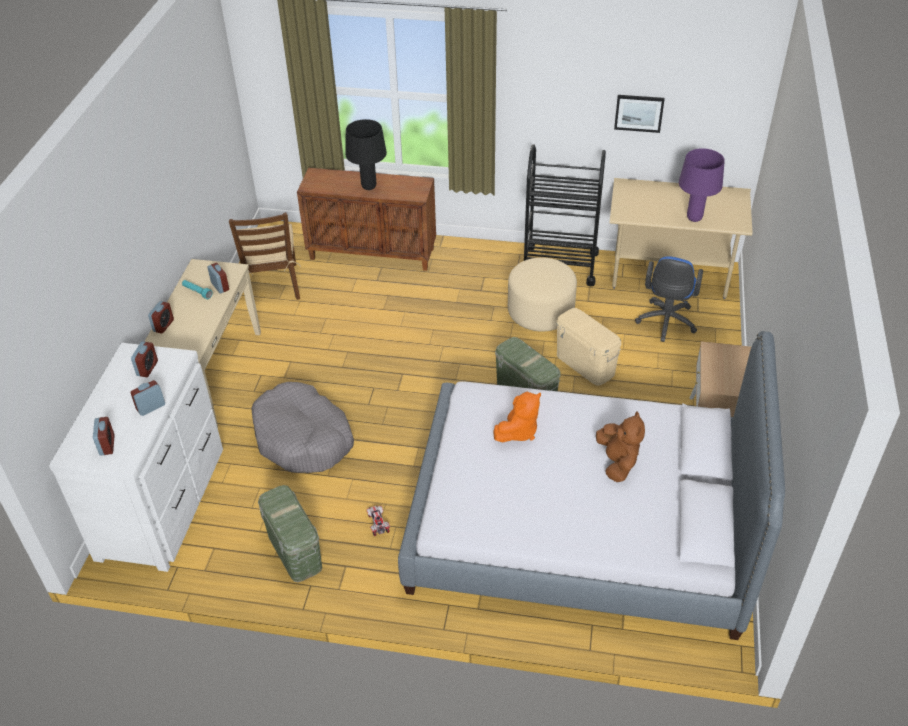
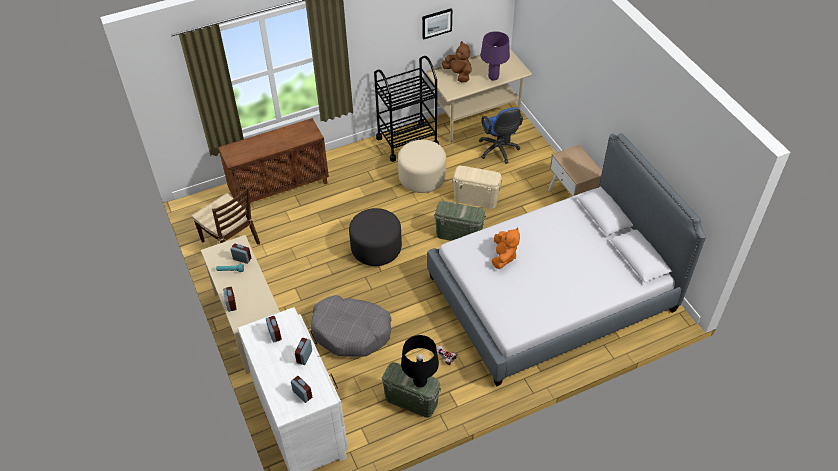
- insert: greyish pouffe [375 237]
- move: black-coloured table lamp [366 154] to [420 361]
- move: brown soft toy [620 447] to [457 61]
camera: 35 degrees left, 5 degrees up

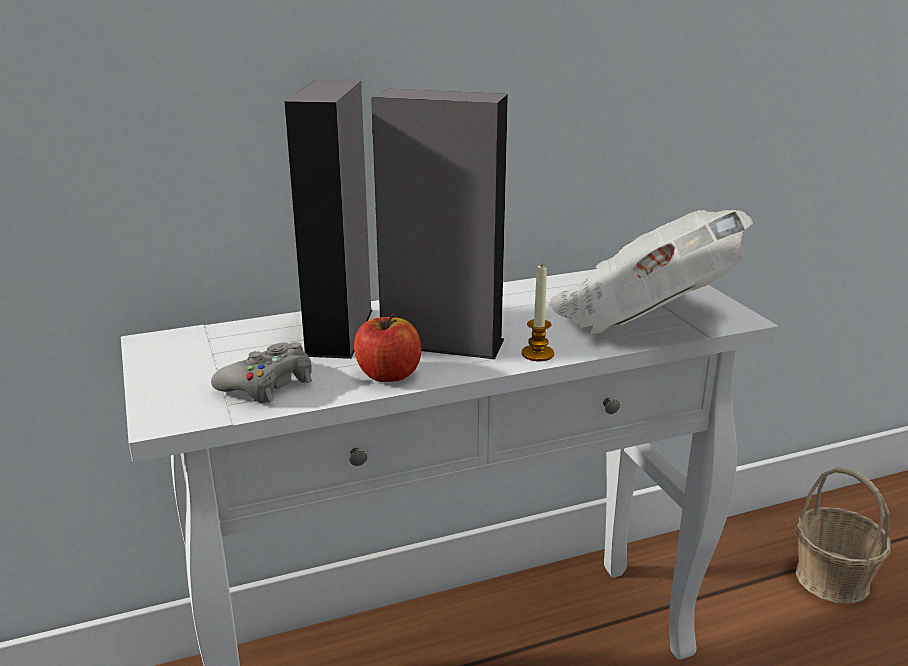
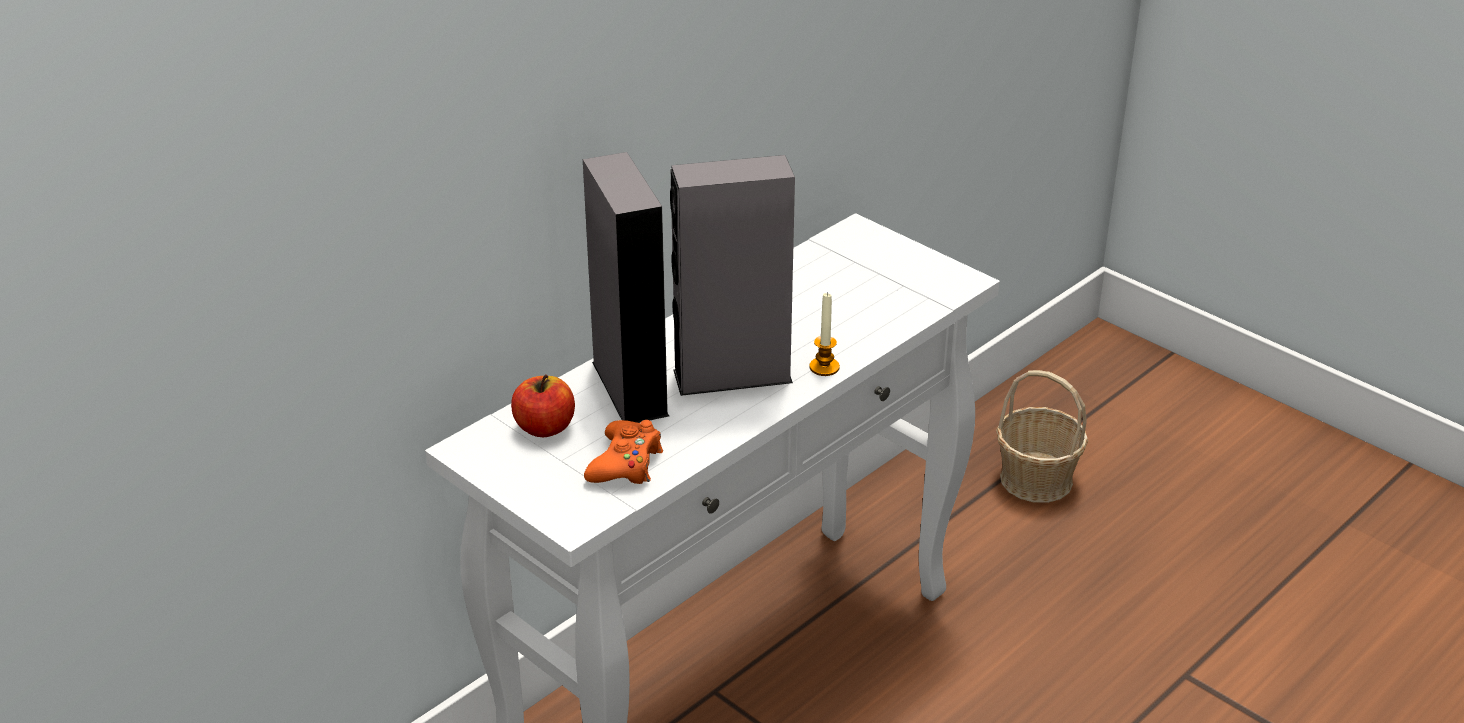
- delete: newspaper [651 272]
- move: apple [388 347] to [543 405]
- recolor: greyish gamepad [261 372] to orangey gamepad [623 452]
camera: 25 degrees left, 10 degrees up

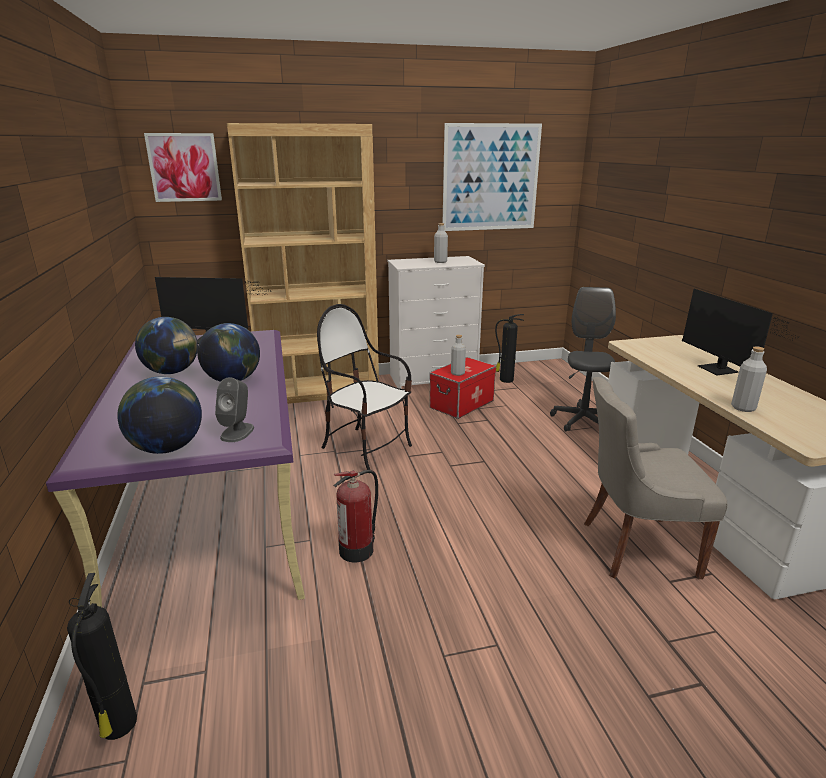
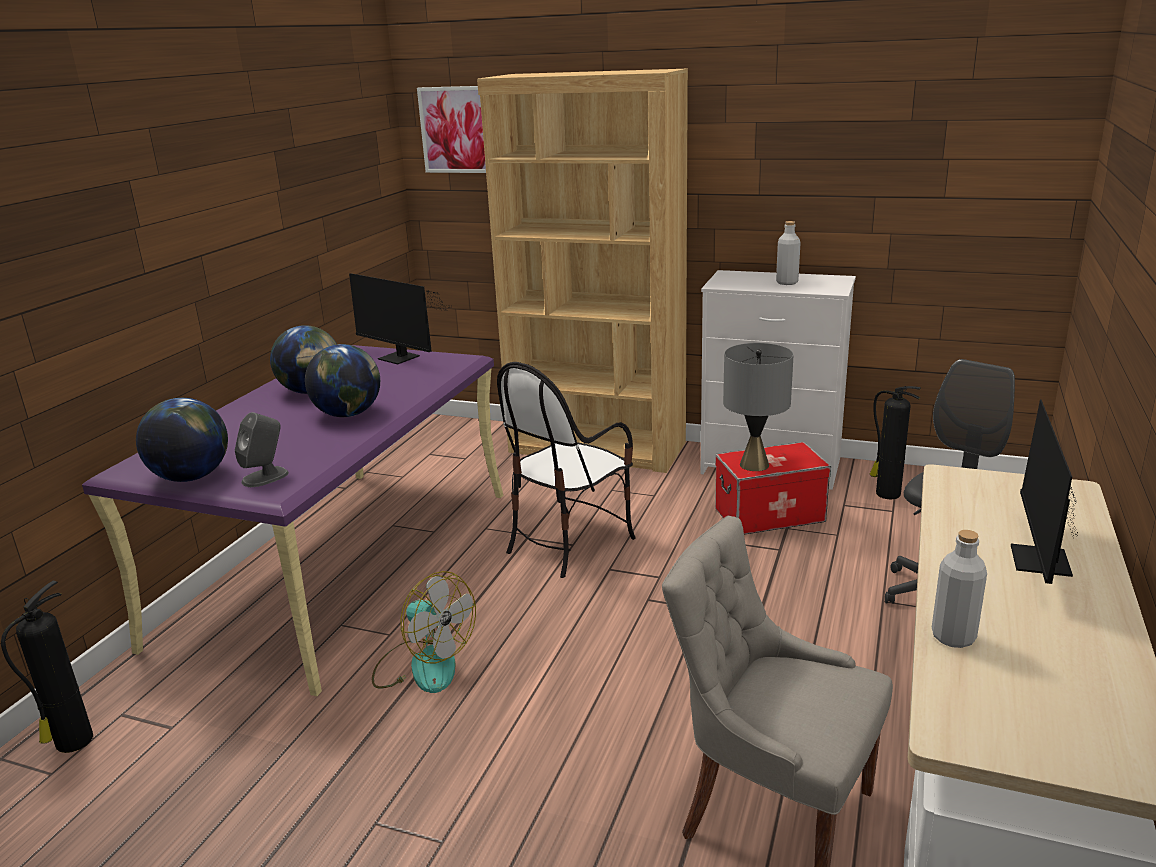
- delete: picture [492 177]
- replace: fire-fighting cylinder [356 516] to fan [424 632]
- replace: greyish drink bottle [458 355] to greyish table lamp [758 407]
- rotate: upright chair [364 387] = [566 470] 120 degrees counterclockwise
camera: 35 degrees right, 0 degrees up

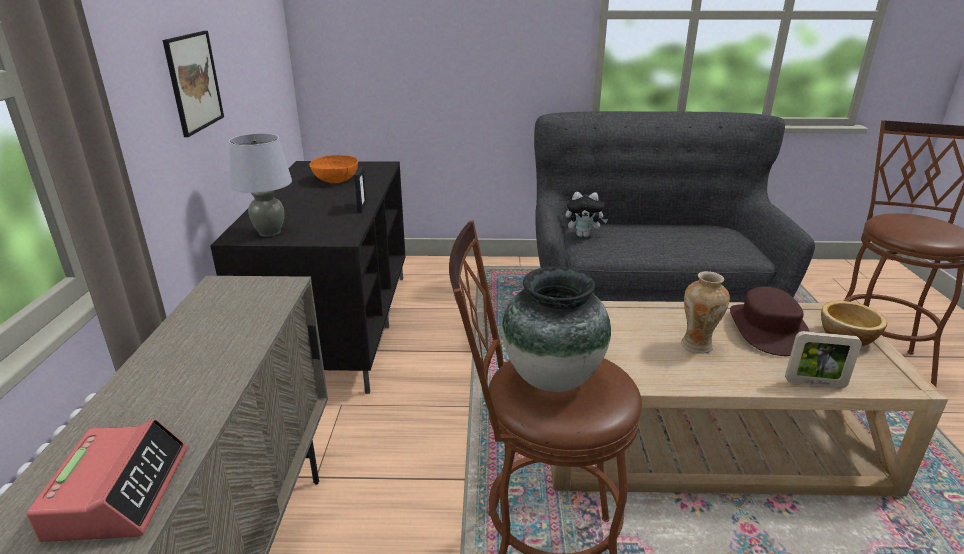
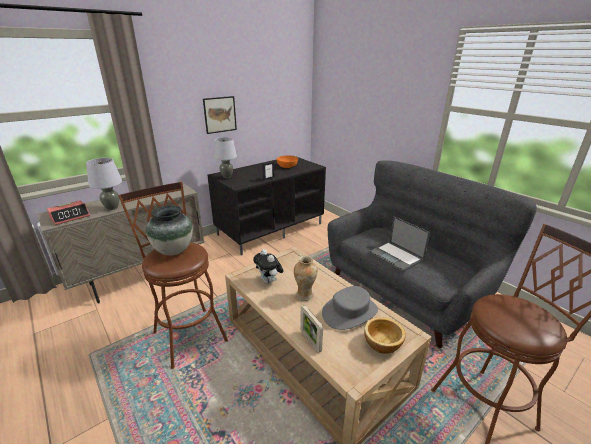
- insert: greyish table lamp [104 184]
- insert: portable computer [399 244]
- move: soft toy [587 214] to [268 266]
- recolor: brown clothing hat [770 321] to greyish clothing hat [350 308]
camera: 50 degrees right, 0 degrees up

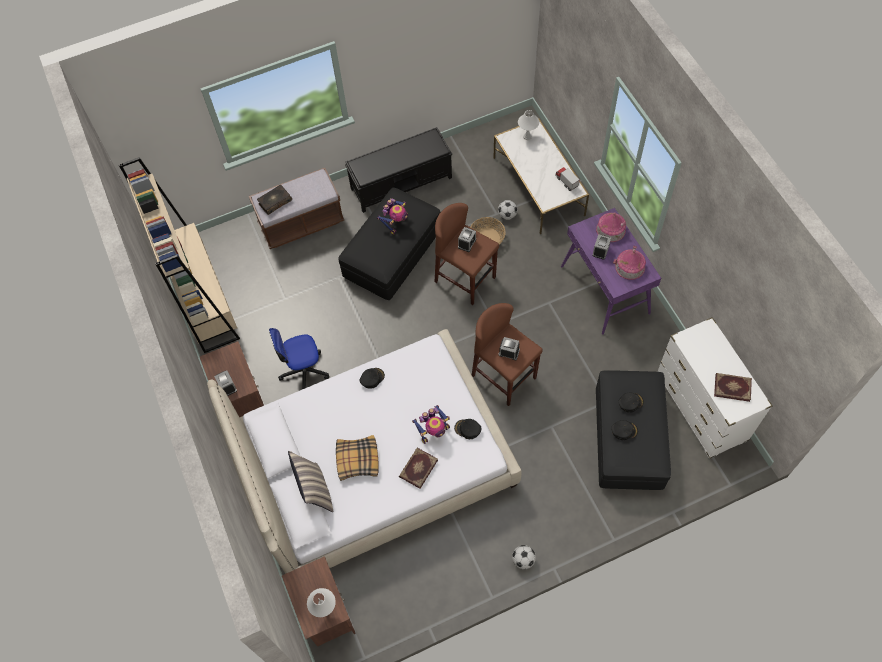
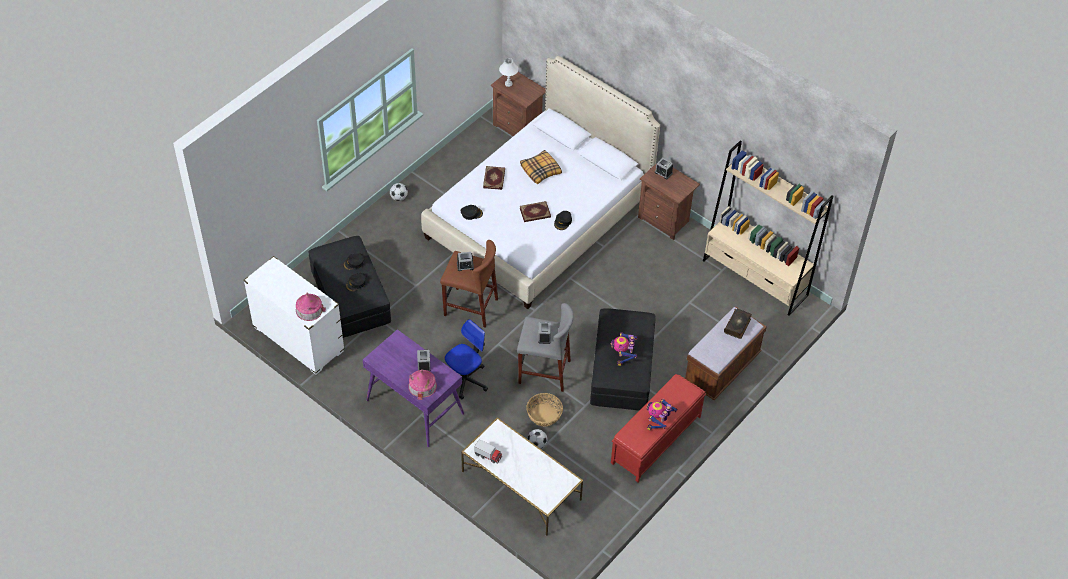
- delete: pillow [310 481]
- delete: white table lamp [528 125]
- move: computer chair [299 358] to [466 359]
- move: model robot [431 424] to [662 414]
- move: miniature house [629 263] to [311 306]
- move: bound book [733 387] to [535 211]
- recolor: black-coloured indoor bench [398 170] to red-coloured indoor bench [658 428]
- recolor: brown stool [467 254] to greyish stool [545 347]
camera: 150 degrees right, 10 degrees down

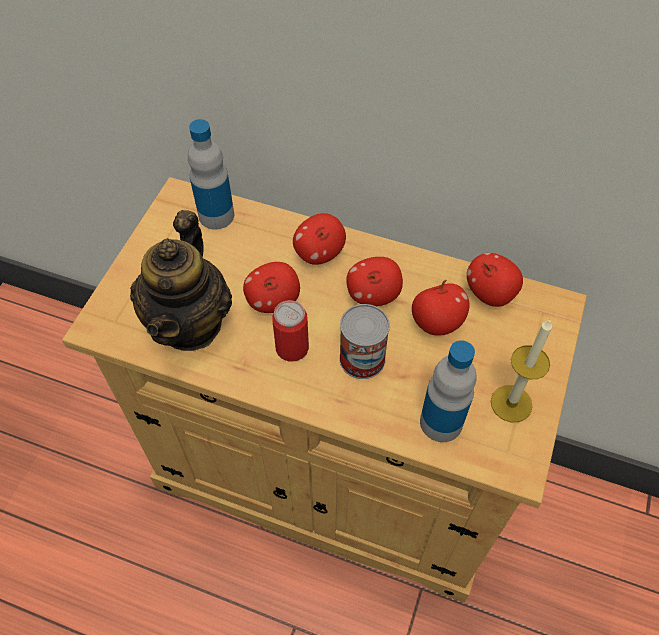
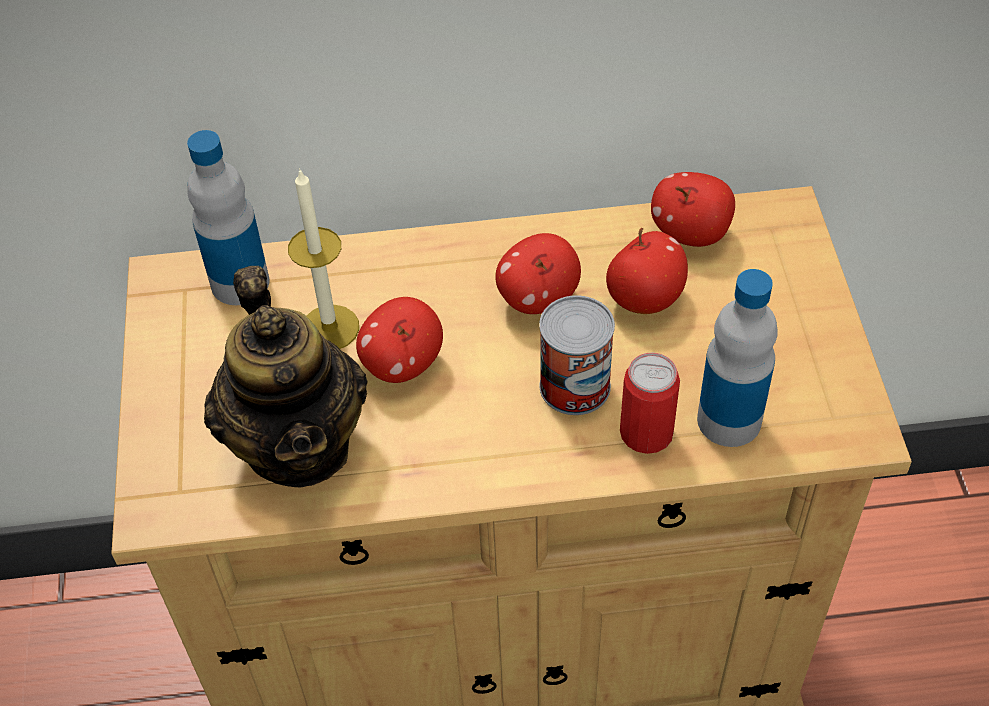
- delete: apple [319 239]
- move: sealed can [290 331] to [650 403]
- move: wax candle [521 371] to [323 258]
camera: 25 degrees left, 5 degrees down

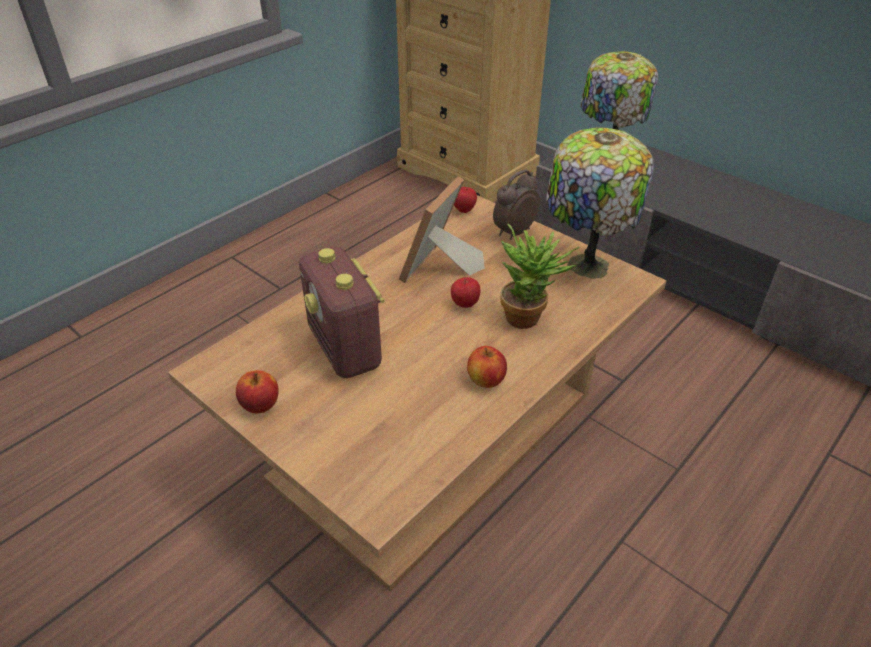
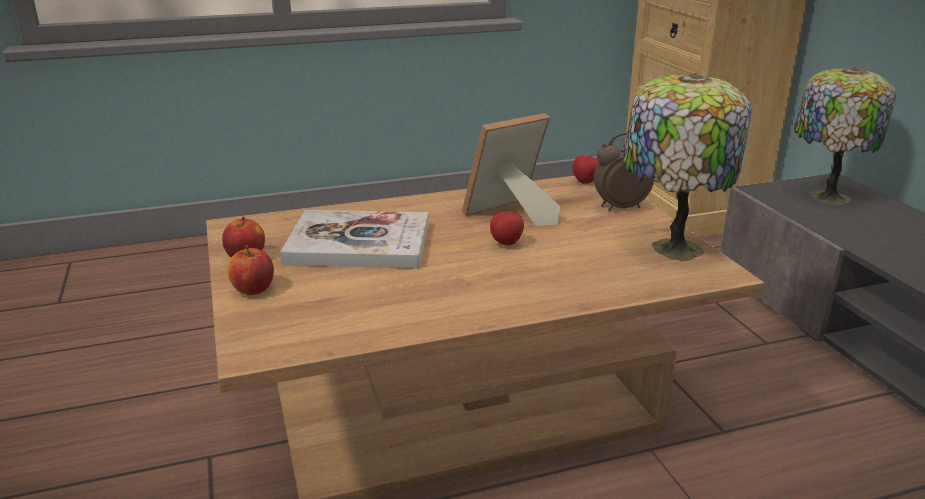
- delete: plant in a pot [539 276]
- move: apple [487 367] to [250 270]
- replace: radio receiver [342 312] to bound book [354 239]
camera: 30 degrees right, 15 degrees down

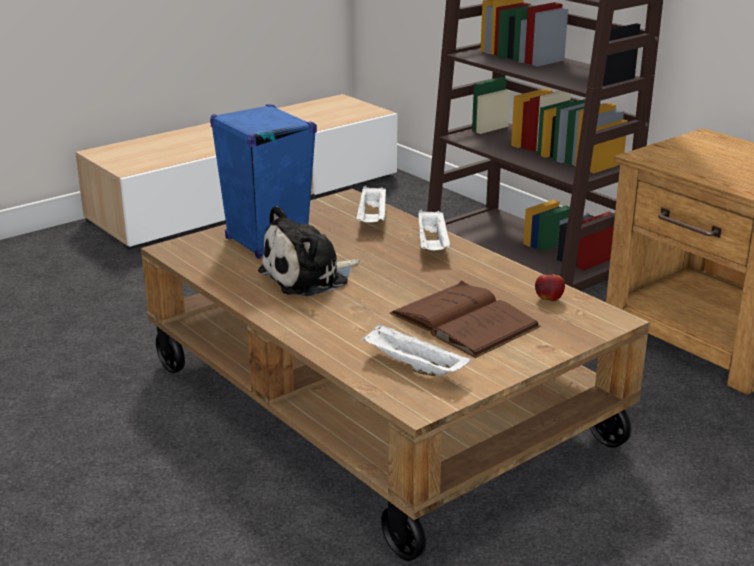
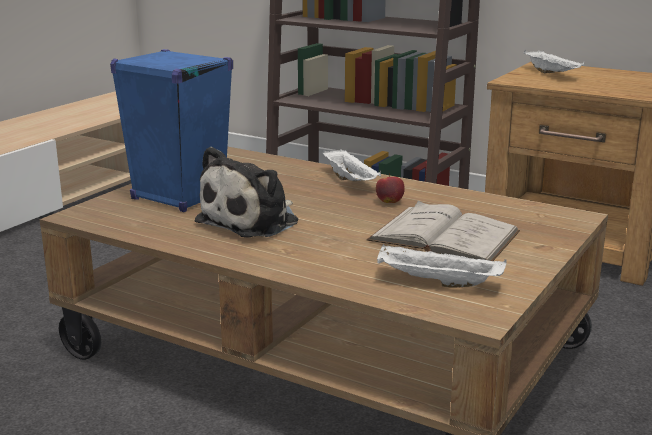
- move: white carrying tray [371 204] to [554 61]
- move: apple [550 286] to [390 188]
- recolor: brown bound book [465 319] to white bound book [443 231]
camera: 20 degrees left, 5 degrees down

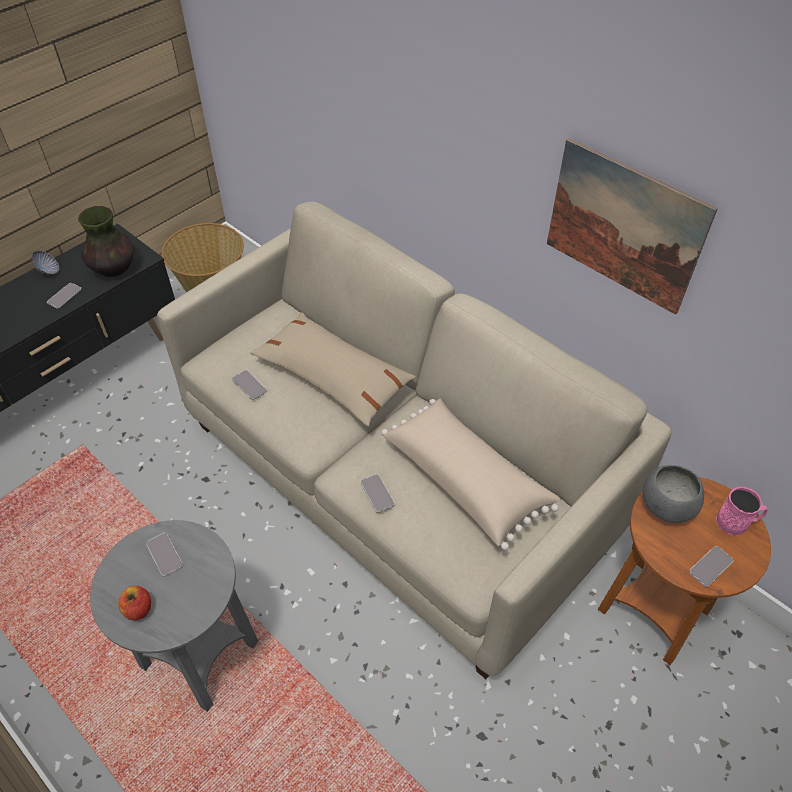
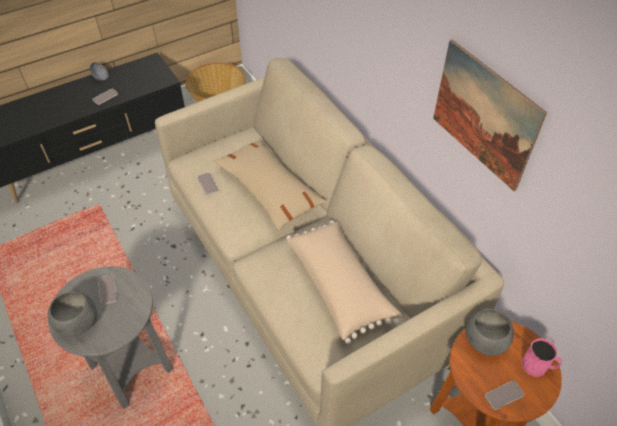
- delete: vase [106 241]
- delete: handset [378 493]
- replace: apple [134 603] to greyish serving bowl [72 313]
camera: 15 degrees right, 0 degrees up

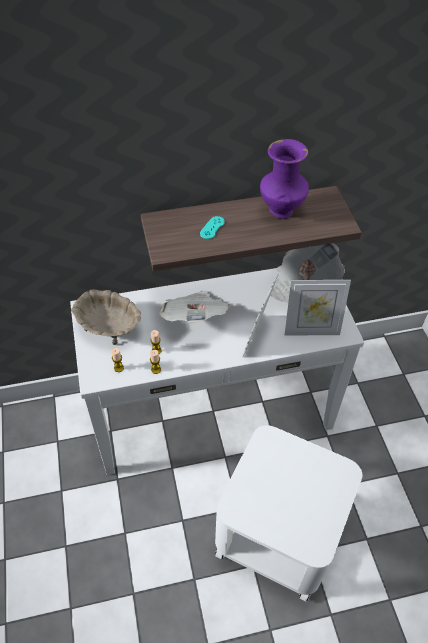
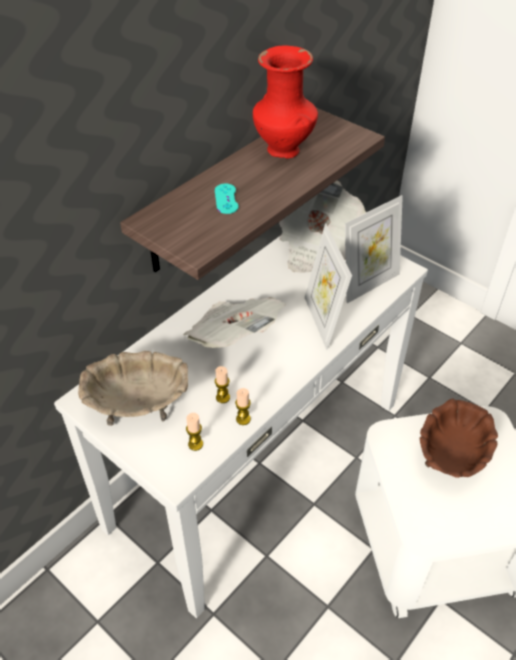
- insert: brown serving bowl [459 438]
- recolor: purple-coloured vase [284 179] to red-coloured vase [285 102]
camera: 35 degrees left, 5 degrees down

